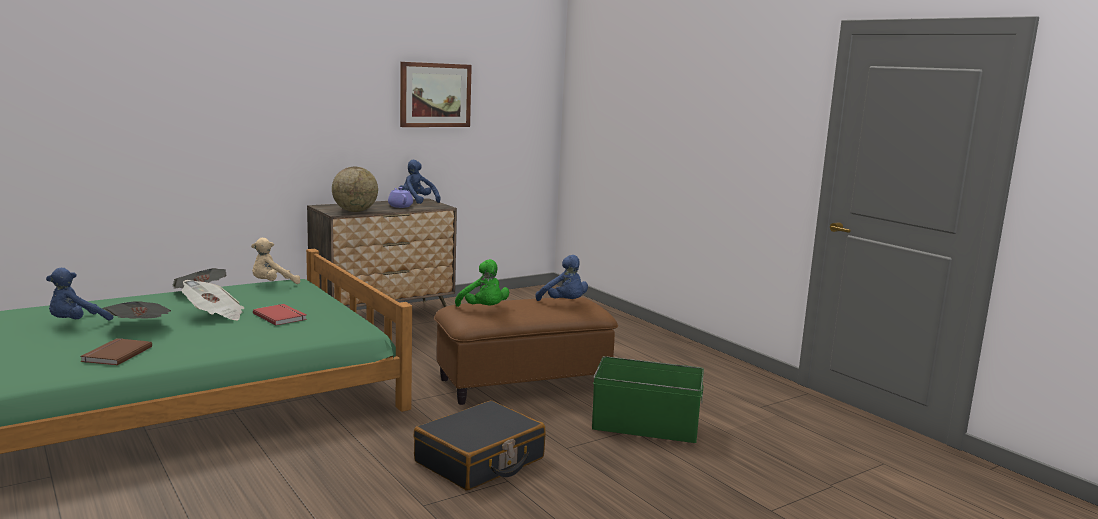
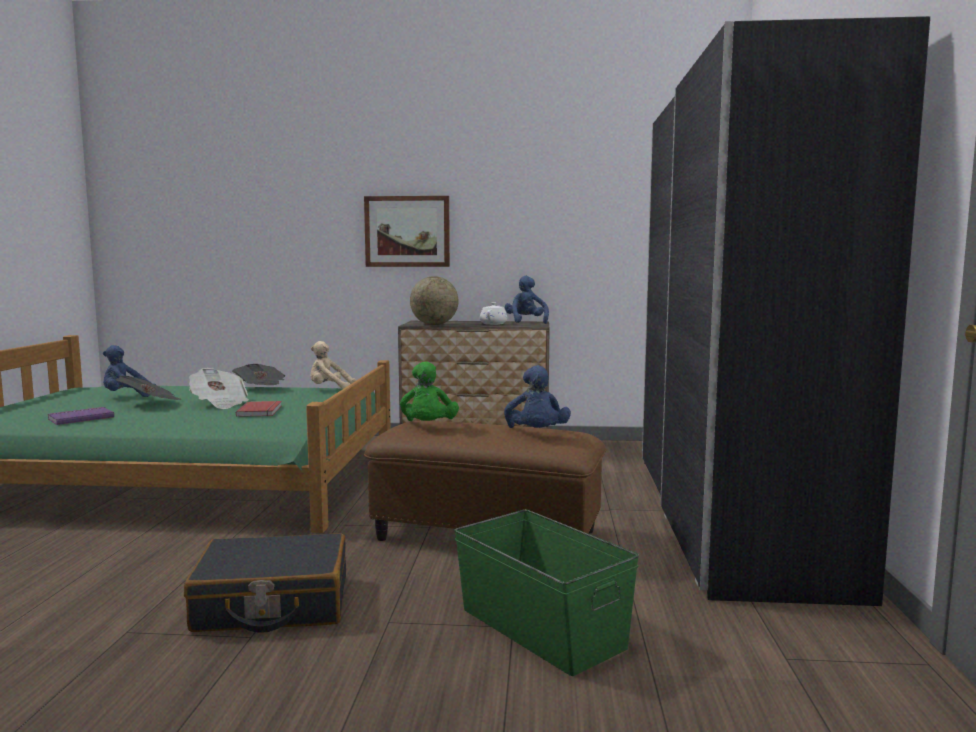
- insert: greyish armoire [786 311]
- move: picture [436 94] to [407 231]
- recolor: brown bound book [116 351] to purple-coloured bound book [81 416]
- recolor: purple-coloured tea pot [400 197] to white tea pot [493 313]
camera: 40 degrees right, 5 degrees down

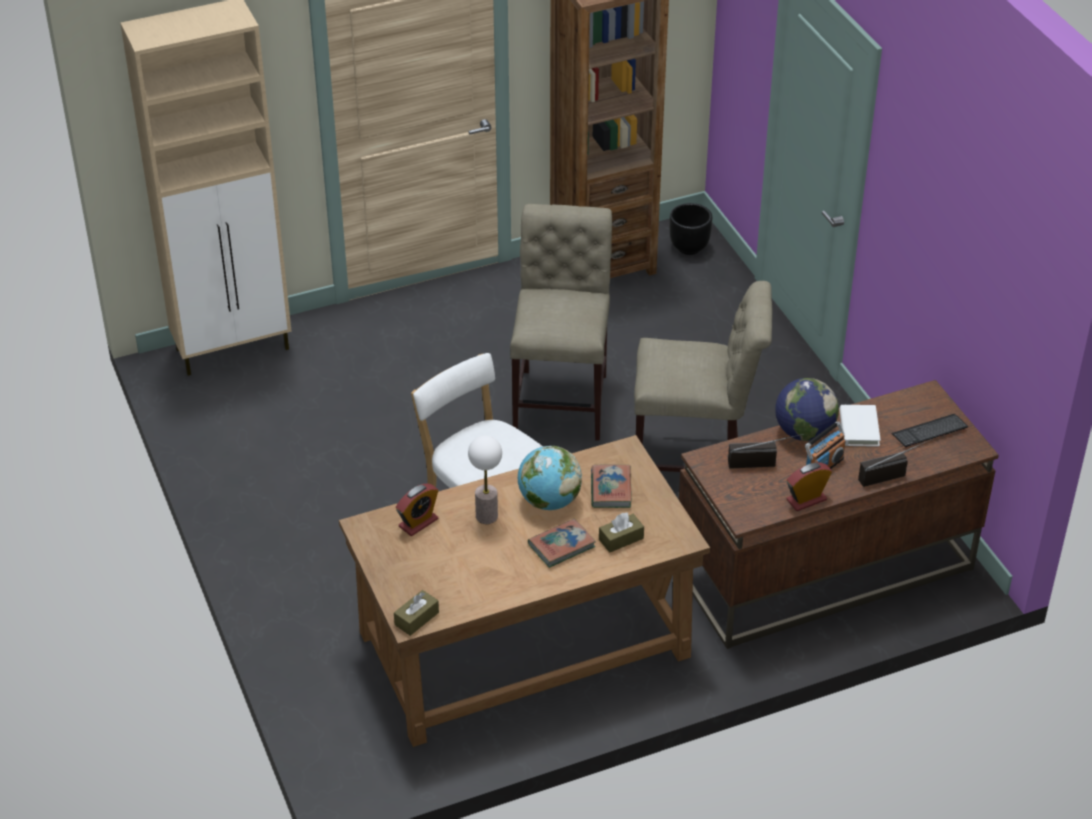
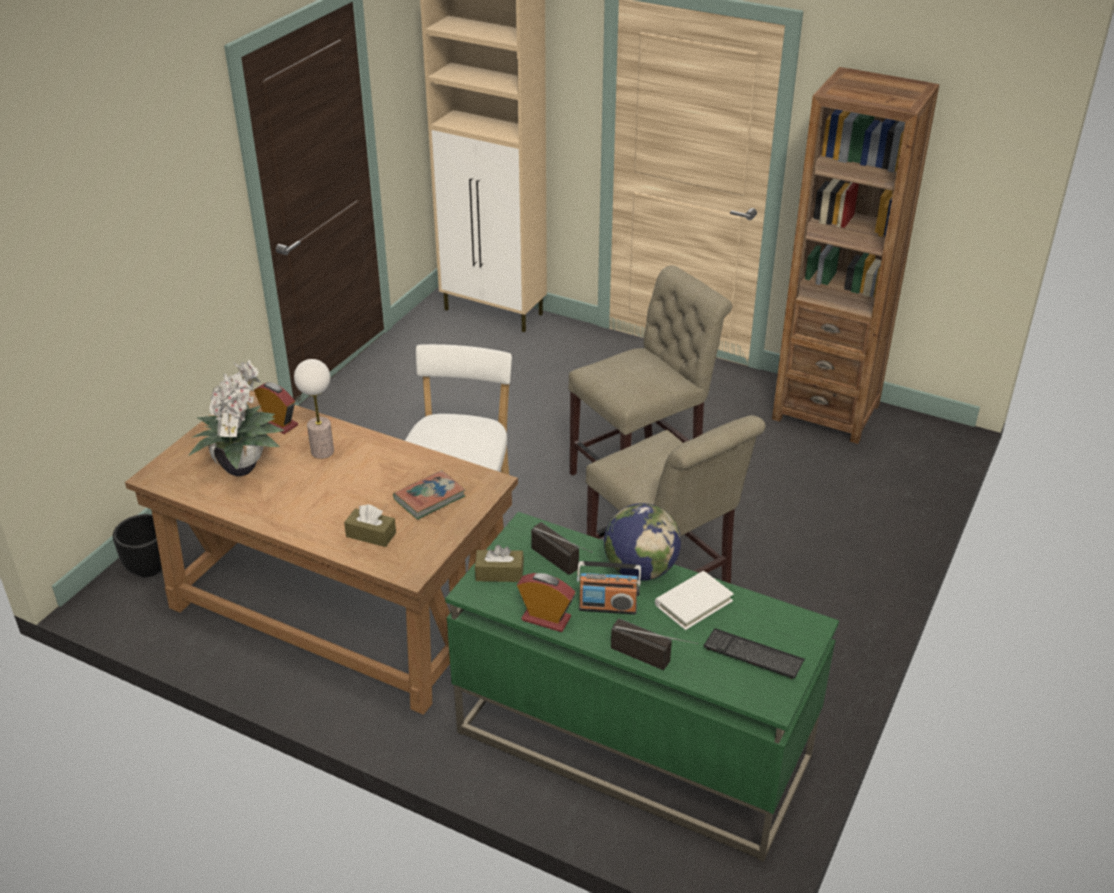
- delete: desk globe [550 478]
- delete: bound book [562 543]
- insert: plant in a pot [236 418]
- move: brown tissue holder [416 613] to [499 563]
- move: black-coloured planter [690 229] to [137 545]
- recolor: brown desk unit [839 514] to green-coloured desk unit [642 687]
- rotate: table clock [417 510] = [276 408] 150 degrees counterclockwise
camera: 50 degrees right, 5 degrees down

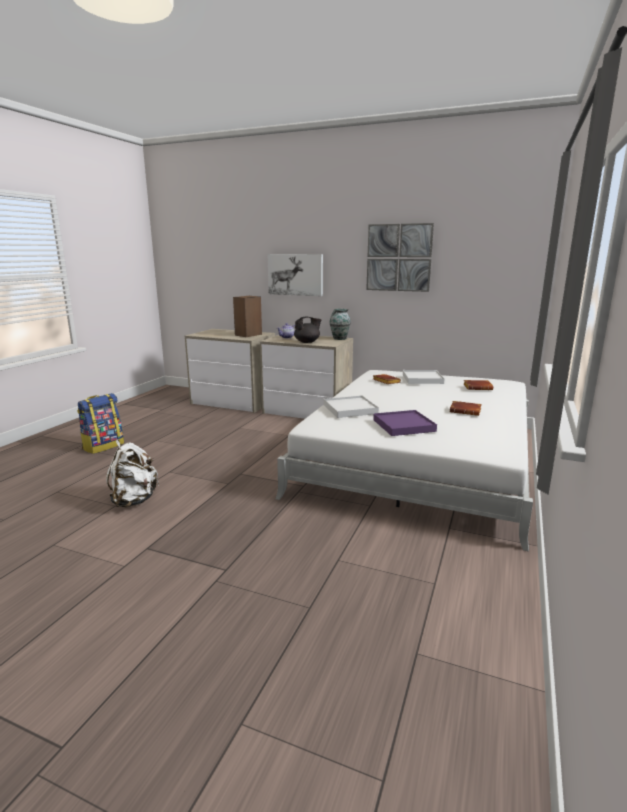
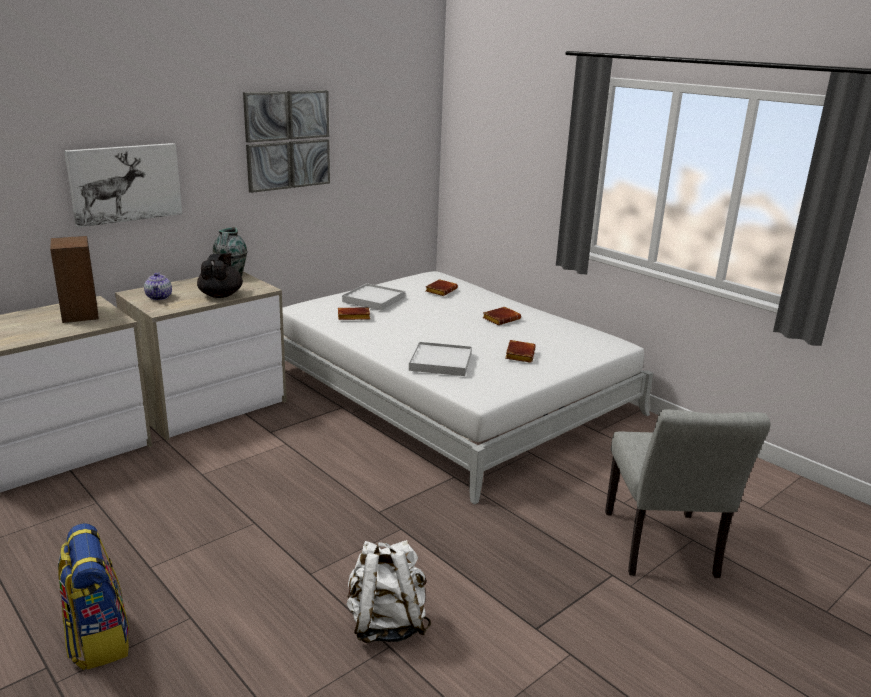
- insert: greyish upright chair [688 493]
- replace: purple-coloured carrying tray [405 423] to brown bound book [520 351]
camera: 65 degrees left, 5 degrees up

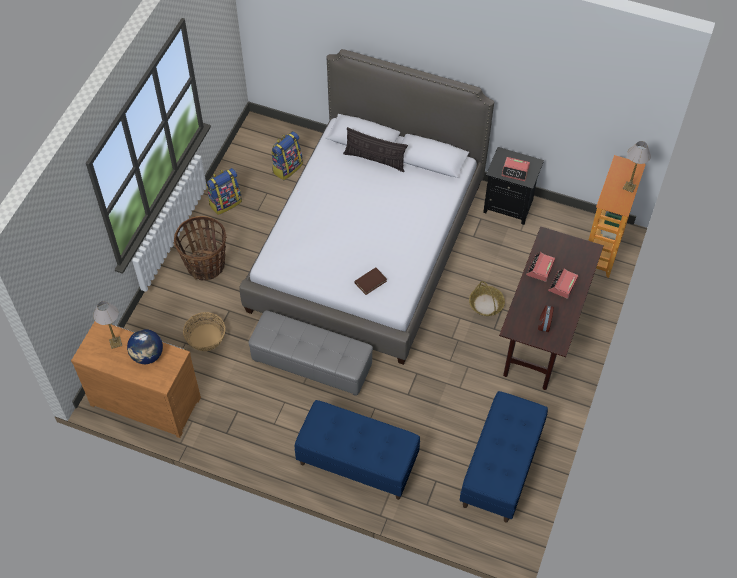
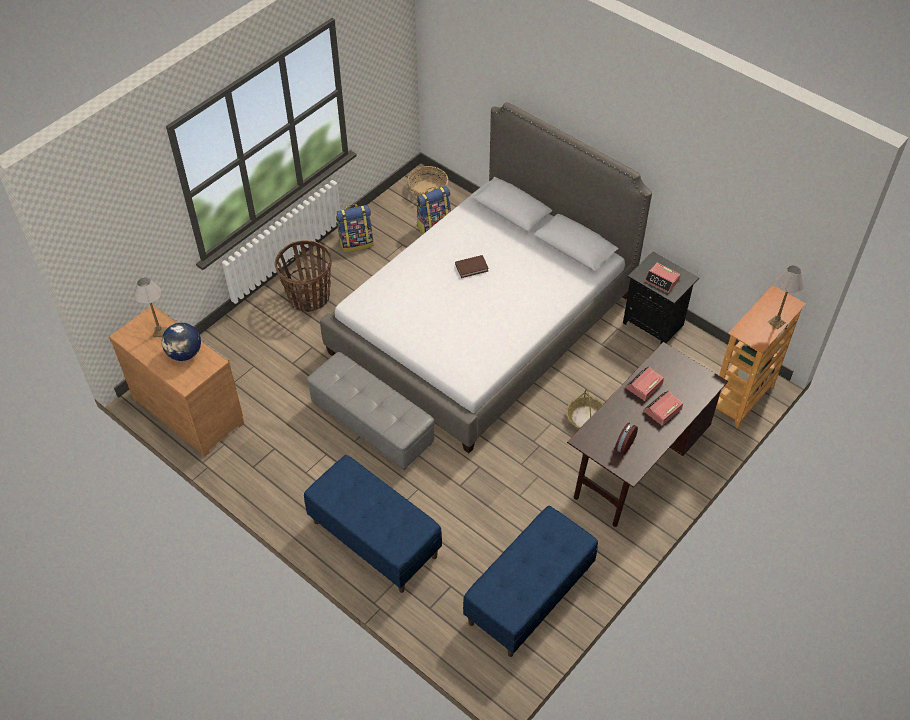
- delete: pillow [375 149]
- move: storage basket [204 331] to [428 181]
- move: brown bound book [370 281] to [472 266]
camera: 20 degrees right, 5 degrees down

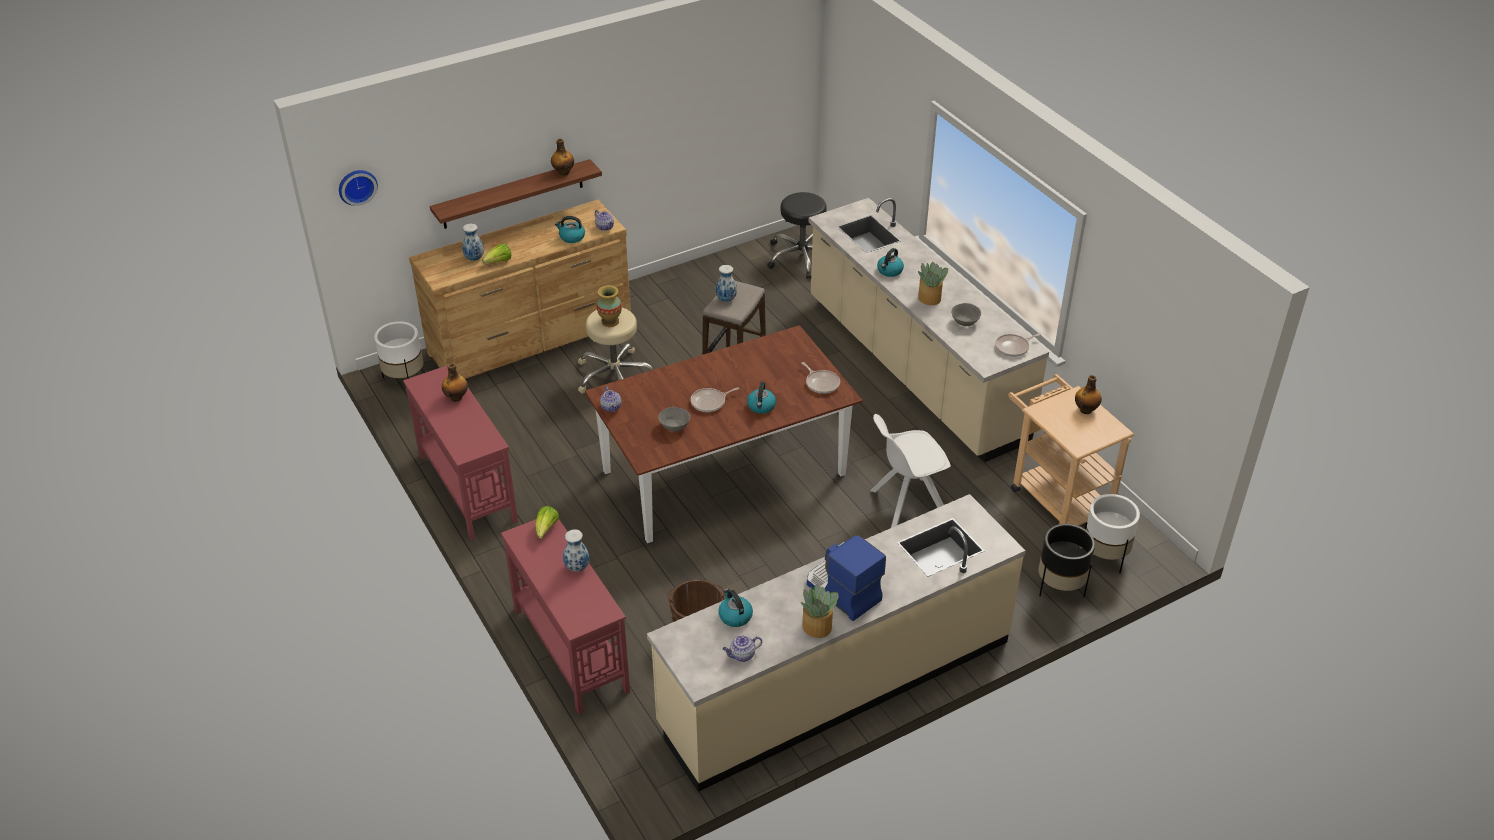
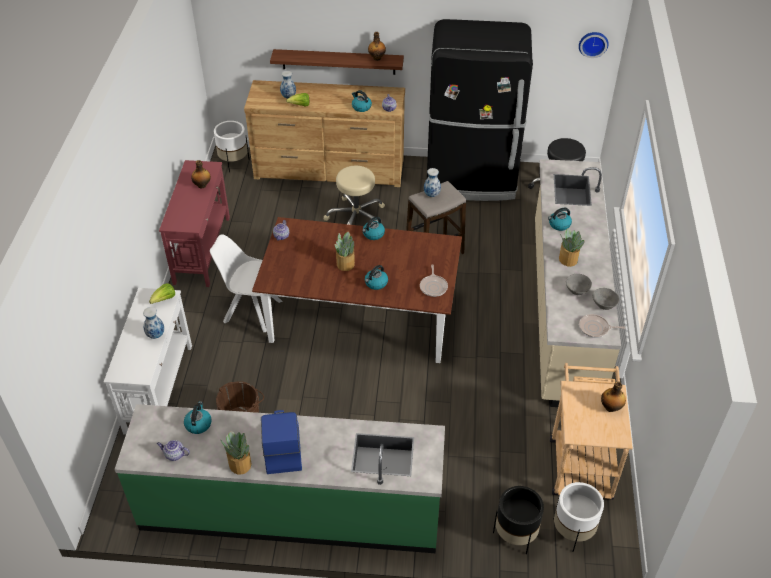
- delete: vase [609 306]
- insert: water kettle [373 228]
- insert: black-coloured kitchen fridge [480 110]
- move: clock on the wall [358 188] to [594 45]
- move: greyish serving bowl [674 419] to [606 299]
- move: white upright chair [910 471] to [246 283]
- replace: pan [714 399] to plant in a pot [344 251]
- recolor: red-coloured narrow table [565 617] to white narrow table [148 361]
- recolor: sand-coloured kitchen counter [836 643] to green-coloured kitchen counter [279 478]
camera: 35 degrees right, 5 degrees up

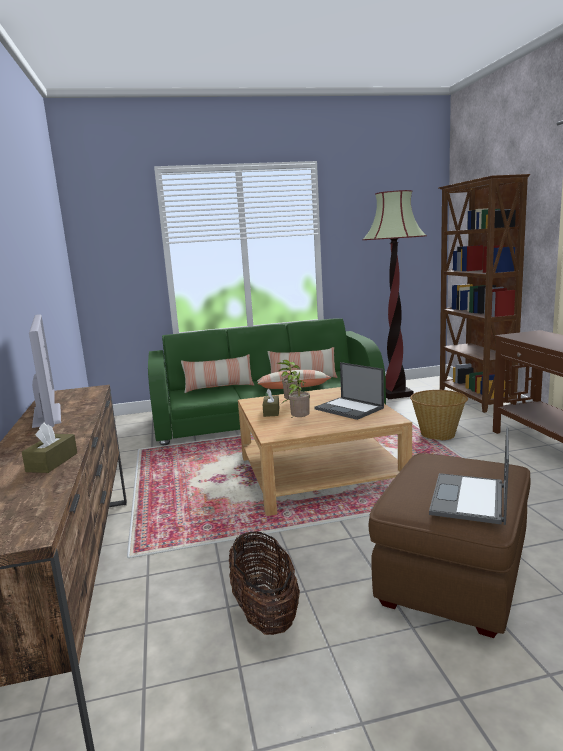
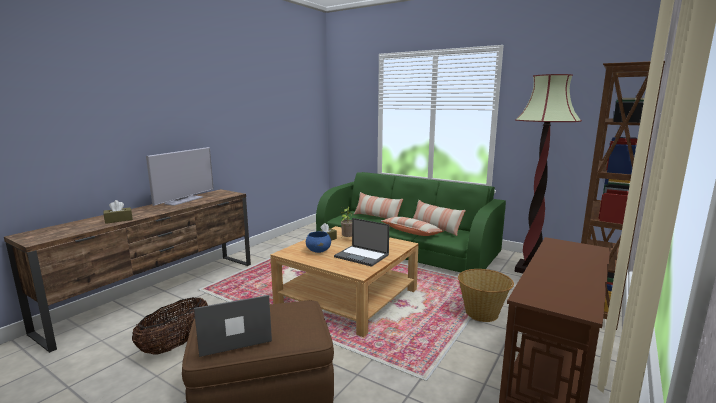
- replace: plant in a pot [299 394] to blue serving bowl [318 242]
- rotate: portable computer [349 391] = [361 242] 60 degrees counterclockwise
camera: 45 degrees right, 0 degrees up

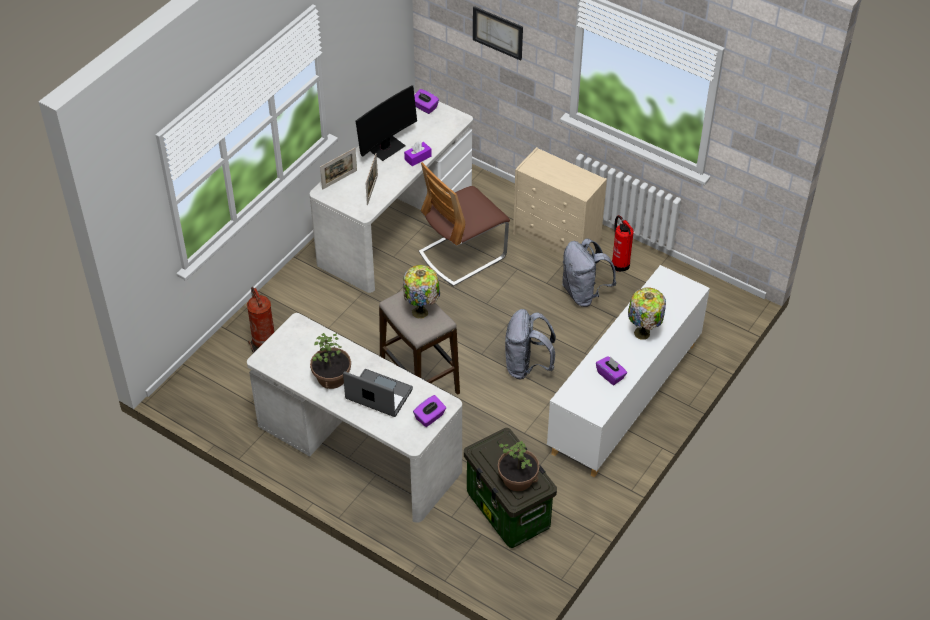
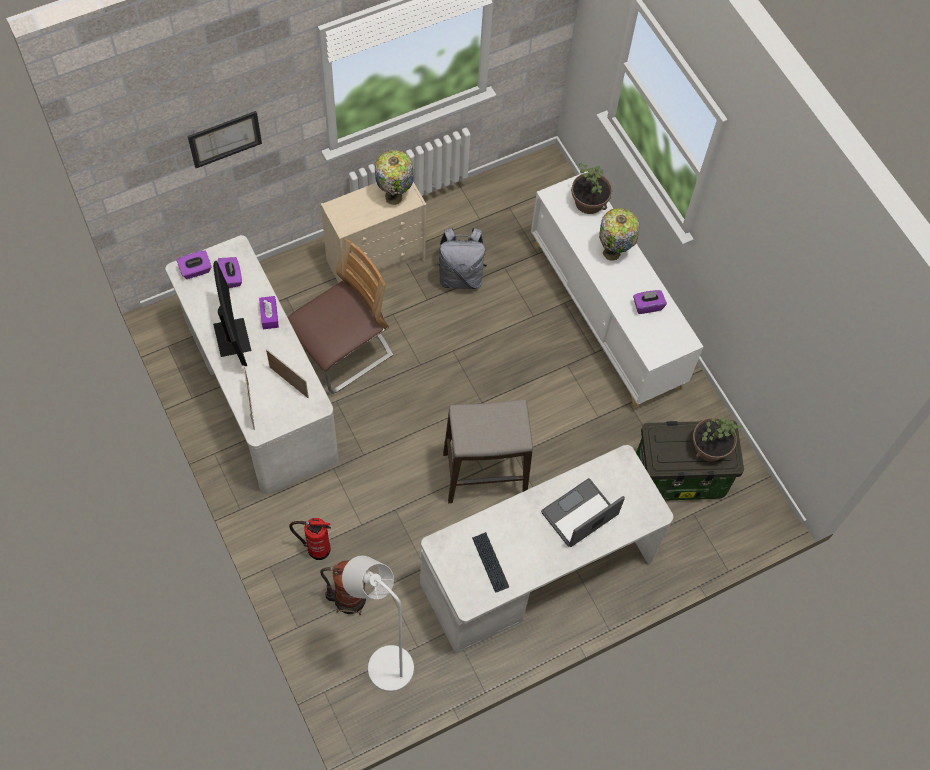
- delete: greyish backpack [530 344]
- insert: white standing lamp [378 624]
- insert: computer keyboard [490 562]
- move: plant in a pot [330 361] to [591 188]
- move: table lamp [421 292] to [394 177]
- move: purple-coloured tissue holder [429 411] to [230 272]
- move: fire-fighting cylinder [623 243] to [310 539]
- rotate: upright chair [464 224] = [340 316] 120 degrees counterclockwise
camera: 65 degrees left, 15 degrees up

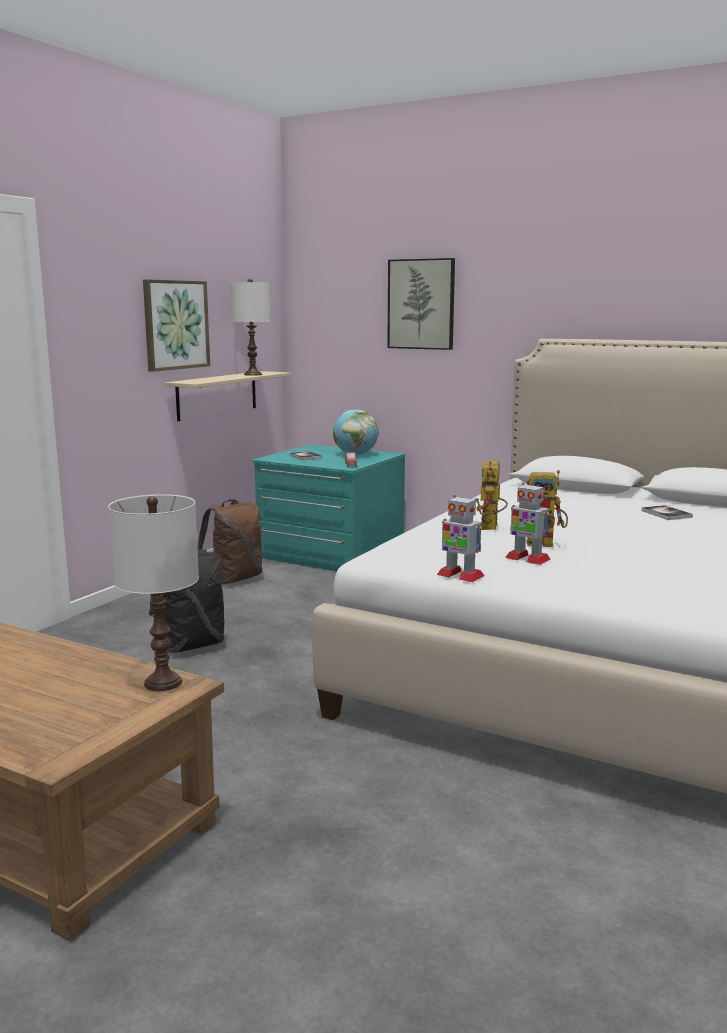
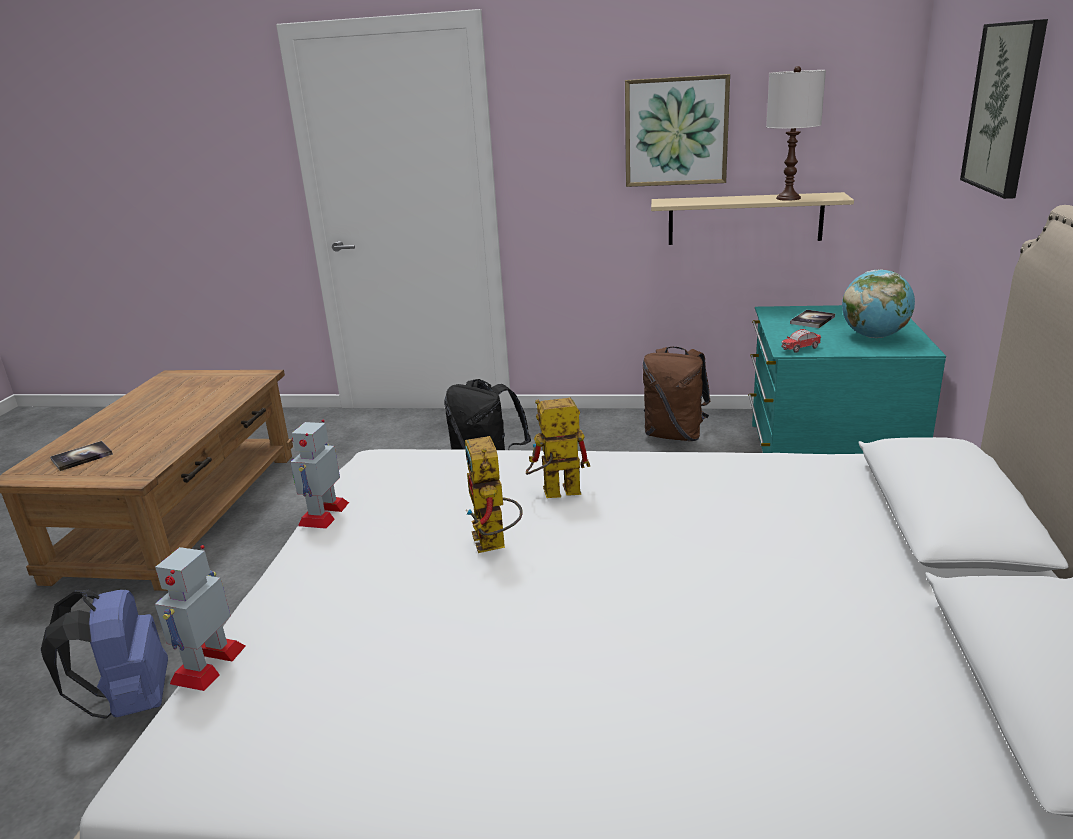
- delete: white table lamp [153 592]
- insert: blue backpack [104 654]
- move: model robot [528 524] to [200 618]
- move: bound book [667 512] to [81 456]
camera: 70 degrees right, 10 degrees up

